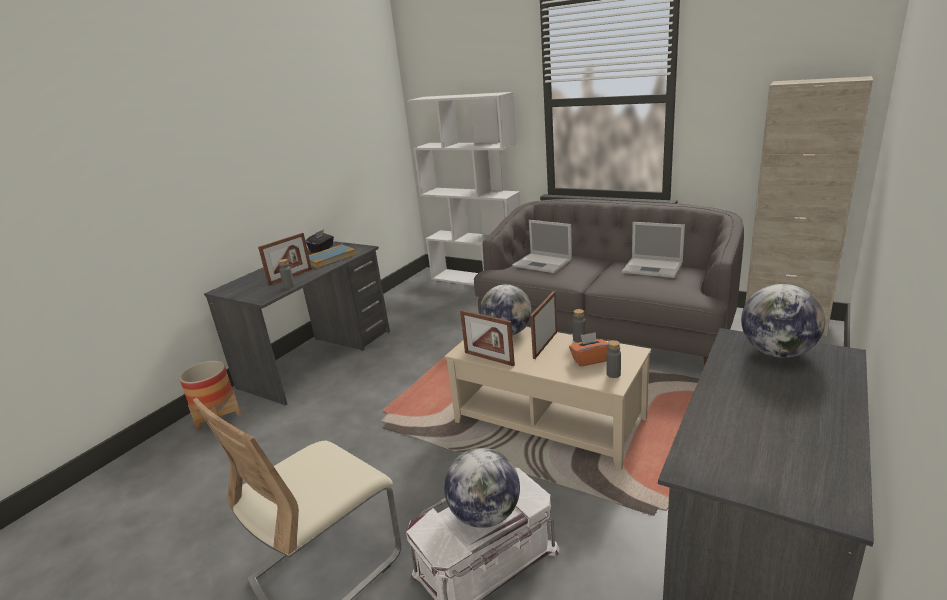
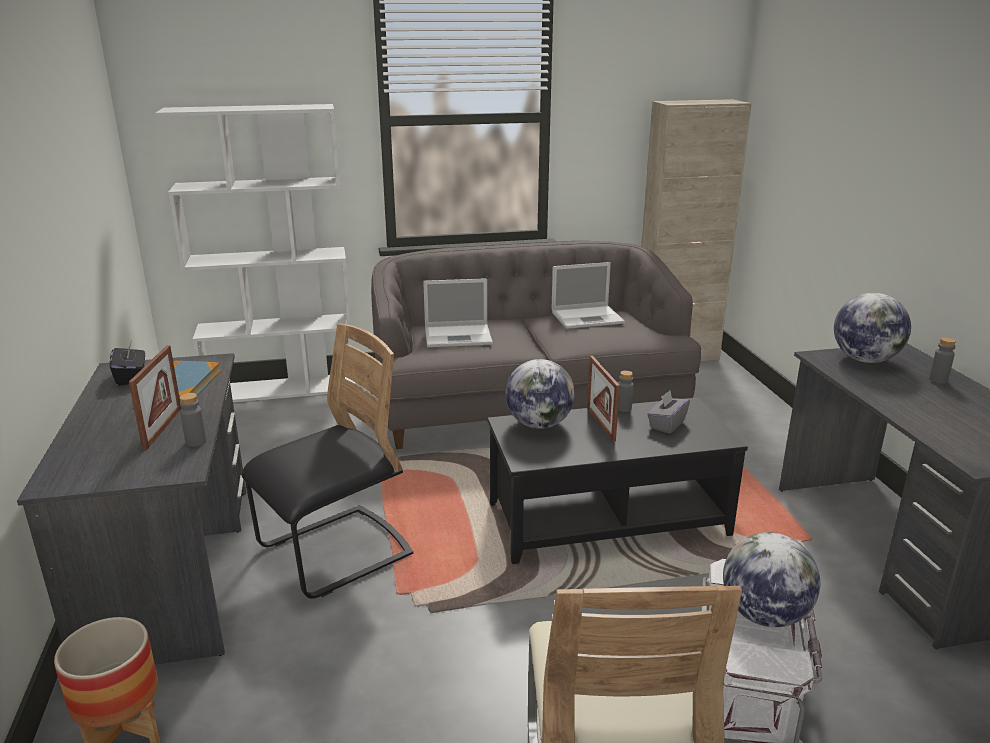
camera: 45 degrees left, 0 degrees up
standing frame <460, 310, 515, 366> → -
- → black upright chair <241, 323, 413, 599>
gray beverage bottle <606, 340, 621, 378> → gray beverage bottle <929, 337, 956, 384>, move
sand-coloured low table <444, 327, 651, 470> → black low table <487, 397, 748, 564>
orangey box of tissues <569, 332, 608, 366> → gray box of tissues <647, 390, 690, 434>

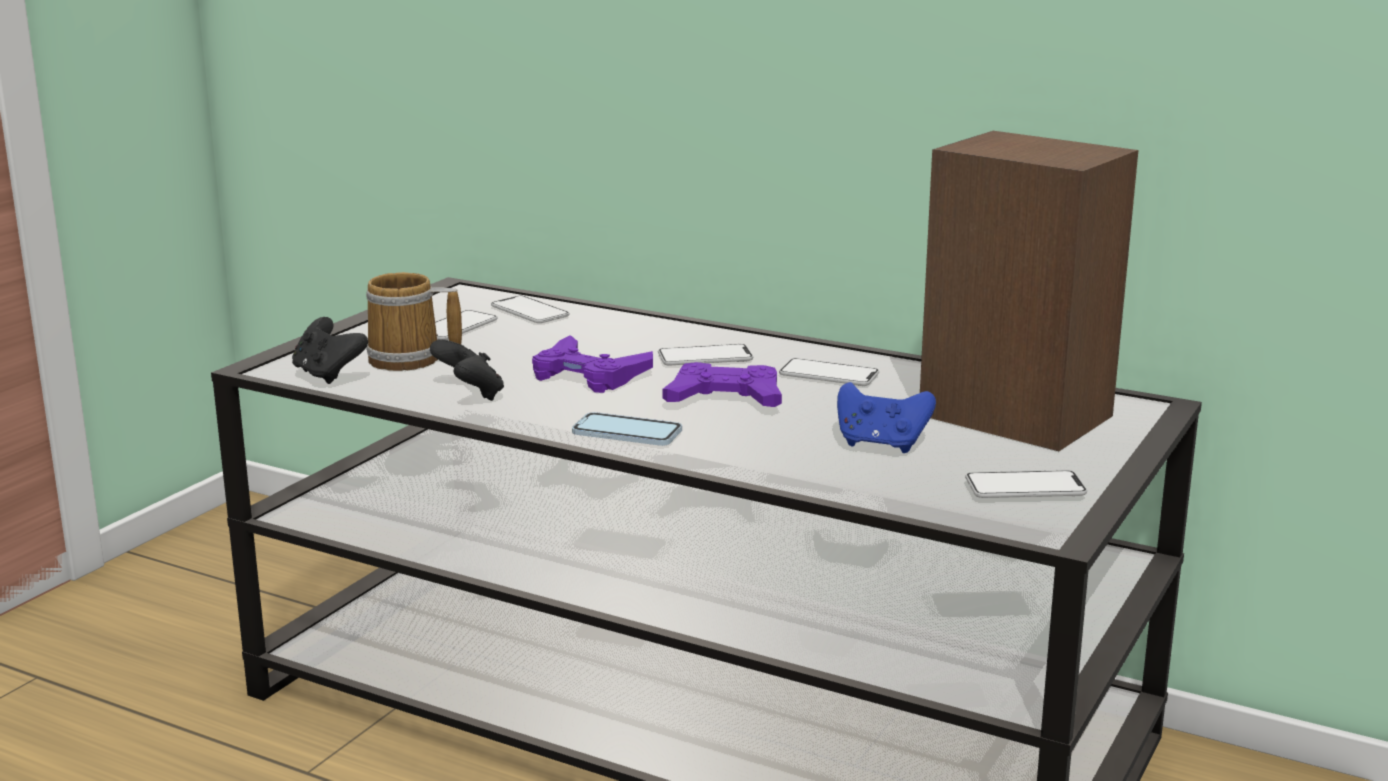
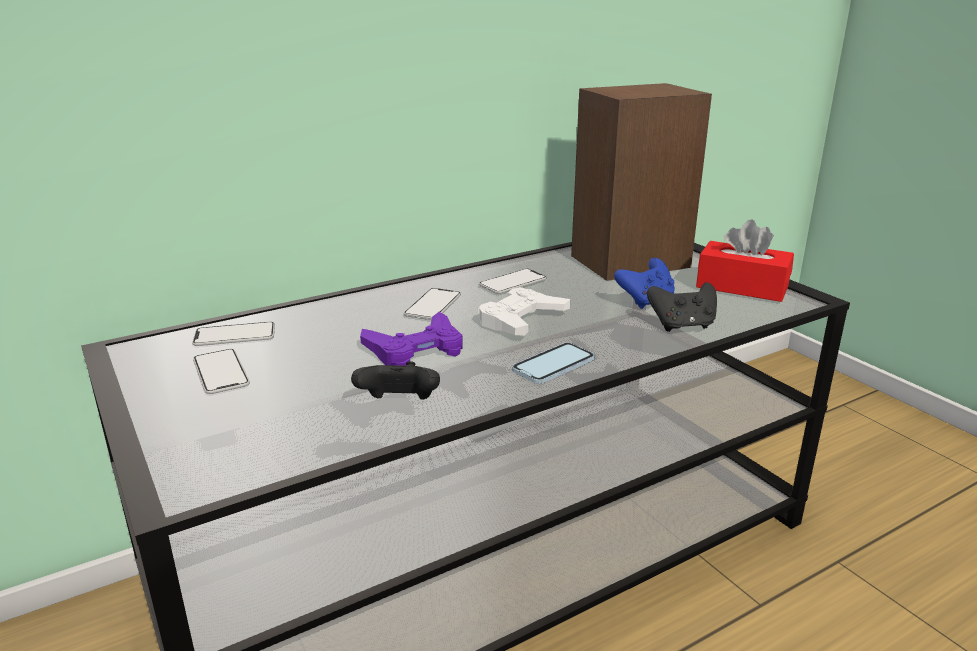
camera: 60 degrees left, 5 degrees up
coffee mug <366, 272, 462, 371> → -
black game controller <292, 317, 368, 384> → black game controller <647, 282, 717, 332>, move
handset <965, 470, 1087, 498> → reddish box of tissues <696, 220, 794, 302>
purplish game controller <662, 362, 782, 407> → white-coloured game controller <478, 287, 571, 336>

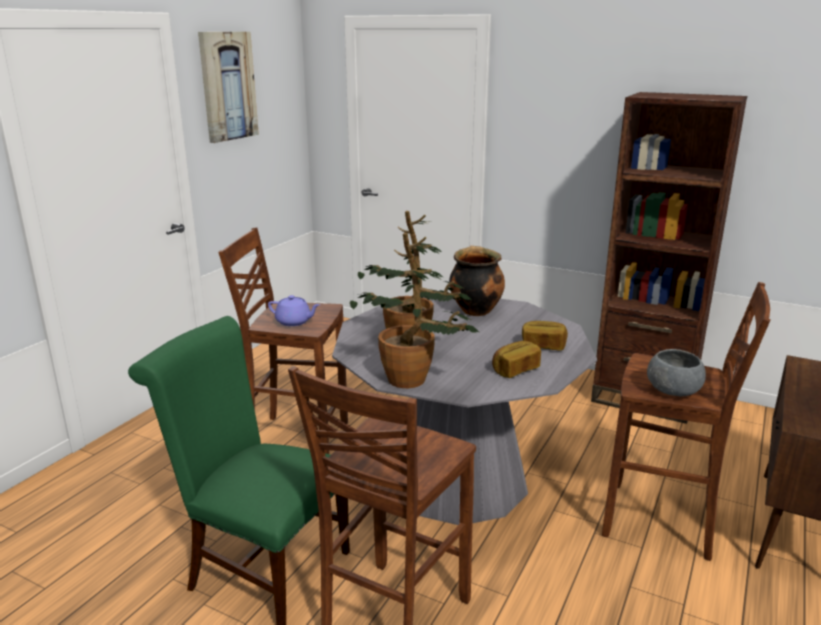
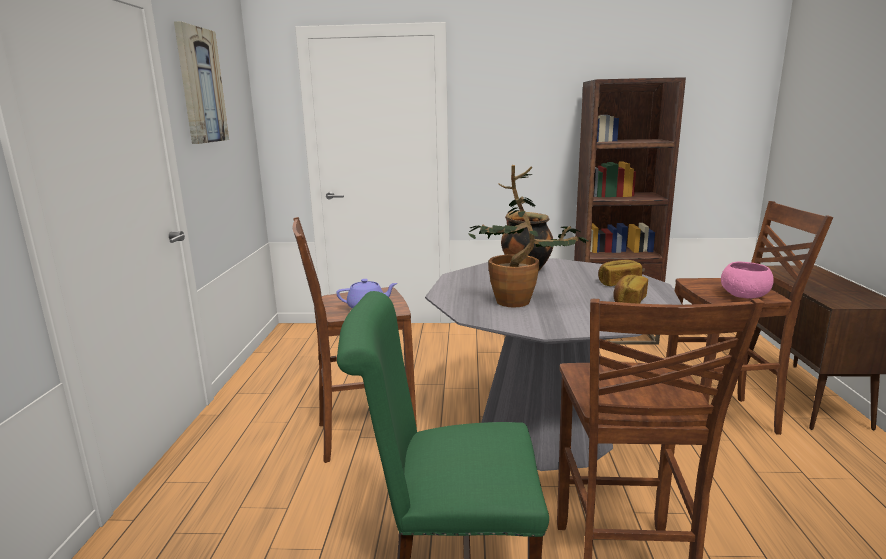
camera: 25 degrees left, 5 degrees down
houseplant <350, 233, 480, 388> → -
gray bowl <647, 349, 706, 396> → pink bowl <721, 262, 774, 298>

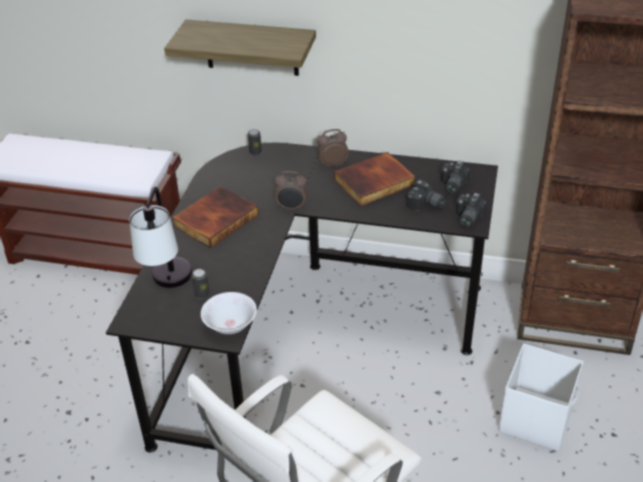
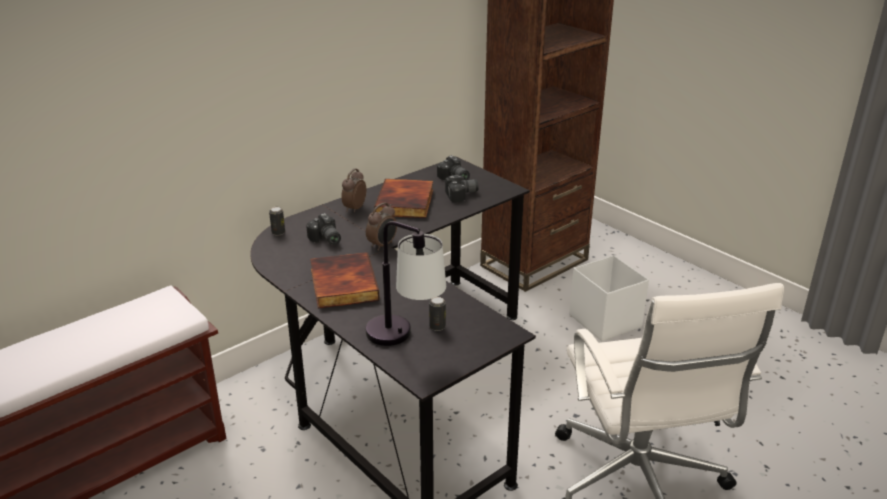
camera: 55 degrees left, 10 degrees down
shelf <164, 19, 316, 76> → -
white-coloured bowl <201, 292, 257, 334> → -
photo camera <456, 193, 487, 227> → photo camera <306, 213, 341, 245>, move

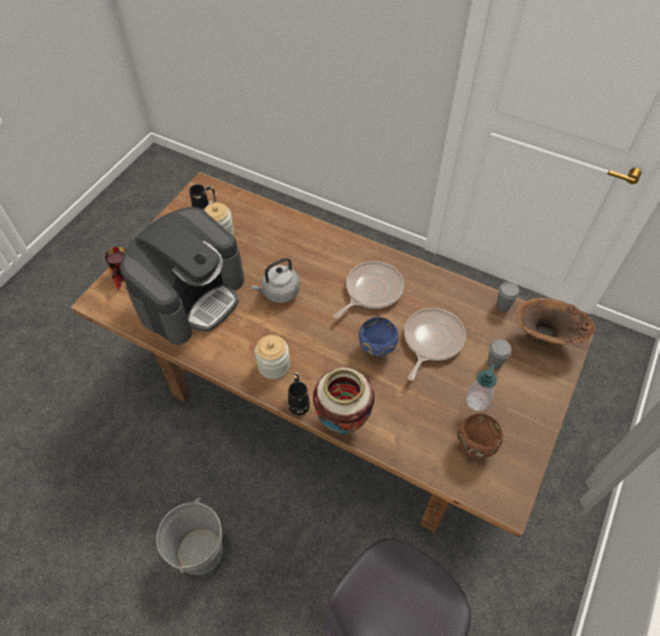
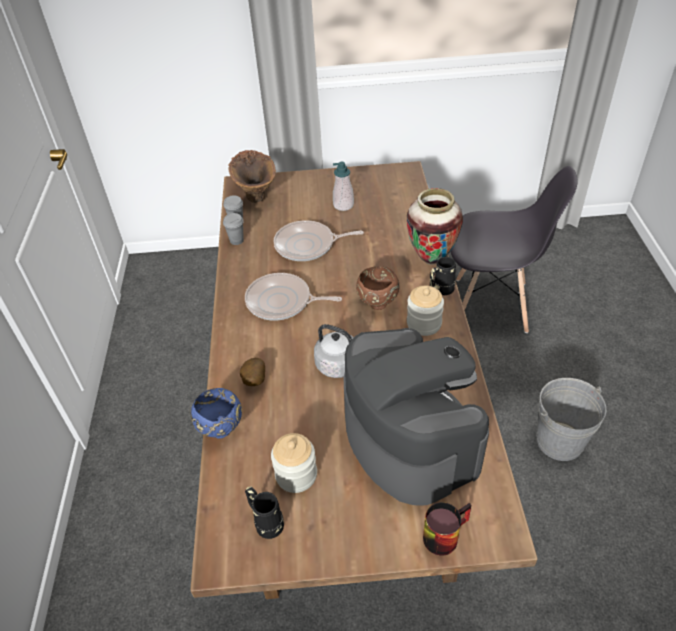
camera: 120 degrees left, 10 degrees down
- → spud <240, 358, 265, 386>
blue-coloured bowl <359, 317, 399, 357> → blue-coloured bowl <191, 388, 242, 439>, move
brownish bowl <457, 414, 503, 459> → brownish bowl <356, 266, 400, 310>, move
gray drinking cup <487, 339, 512, 369> → gray drinking cup <223, 213, 244, 245>, move
coffee brewer <120, 207, 245, 345> → coffee brewer <343, 328, 489, 506>, 60 degrees clockwise

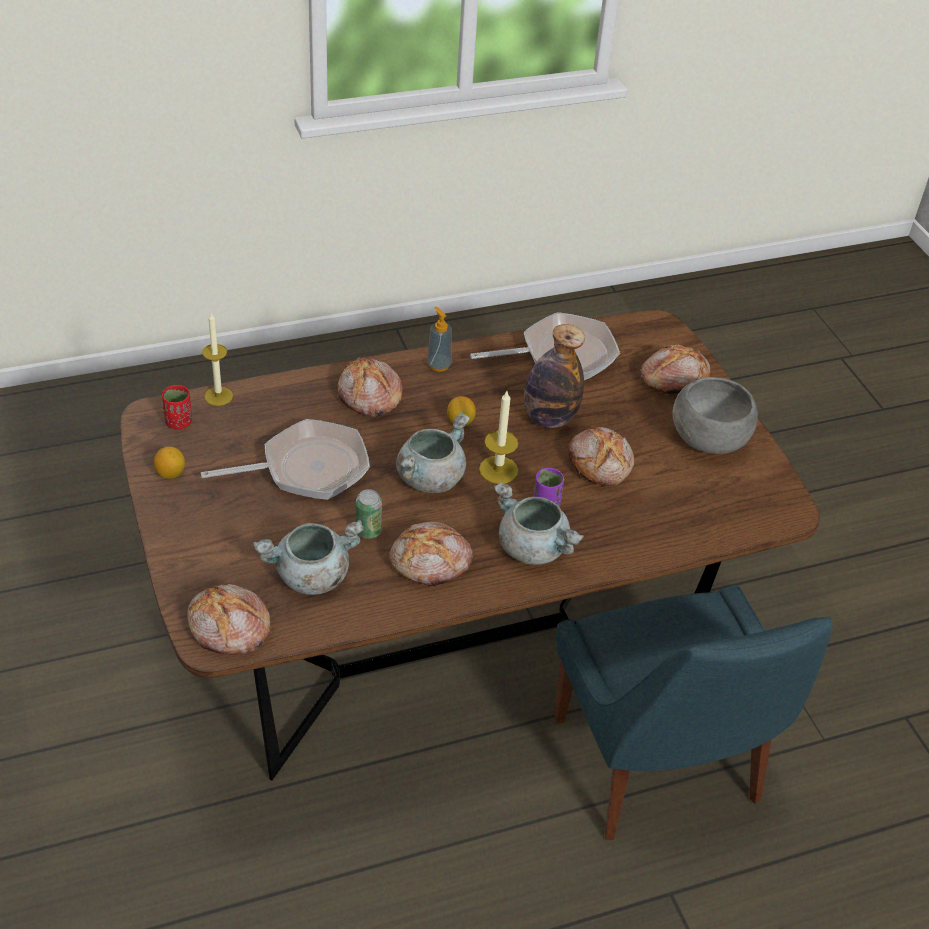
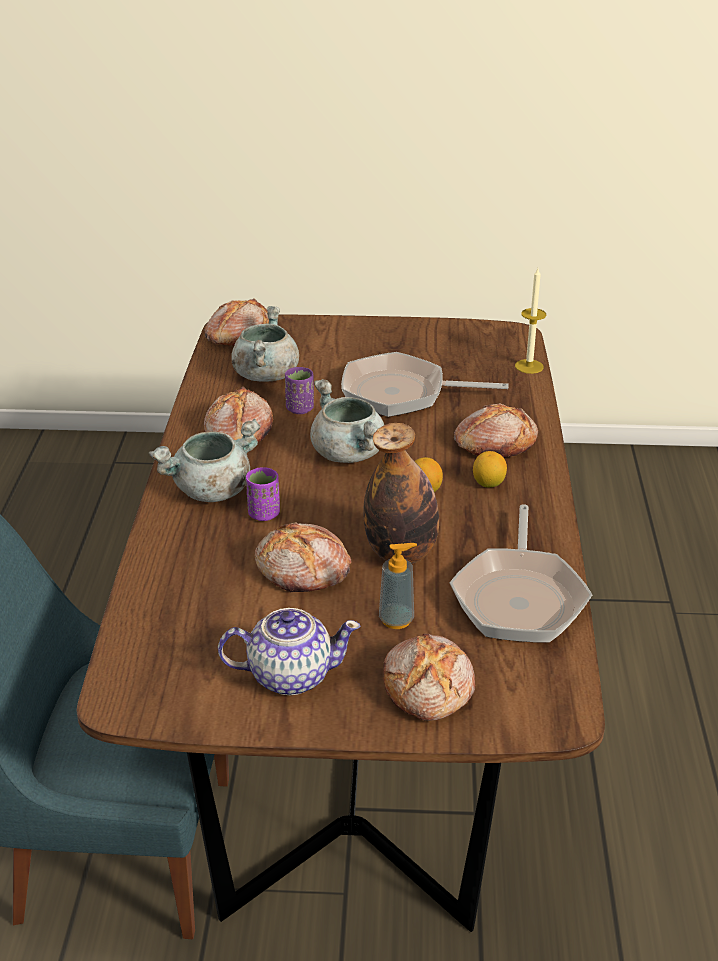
camera: 115 degrees right, 10 degrees down
reddish drinking cup <162, 385, 192, 429> → -
wax candle <479, 391, 519, 484> → -
lemon <154, 447, 185, 479> → lemon <473, 451, 507, 487>, move
soap bottle <427, 307, 452, 372> → soap bottle <379, 543, 417, 629>, move
sealed can <356, 489, 382, 539> → purplish drinking cup <285, 367, 314, 414>
gray bowl <672, 377, 758, 454> → tea pot <218, 608, 360, 695>
frying pan <201, 419, 370, 500> → frying pan <341, 352, 509, 417>, 90 degrees clockwise

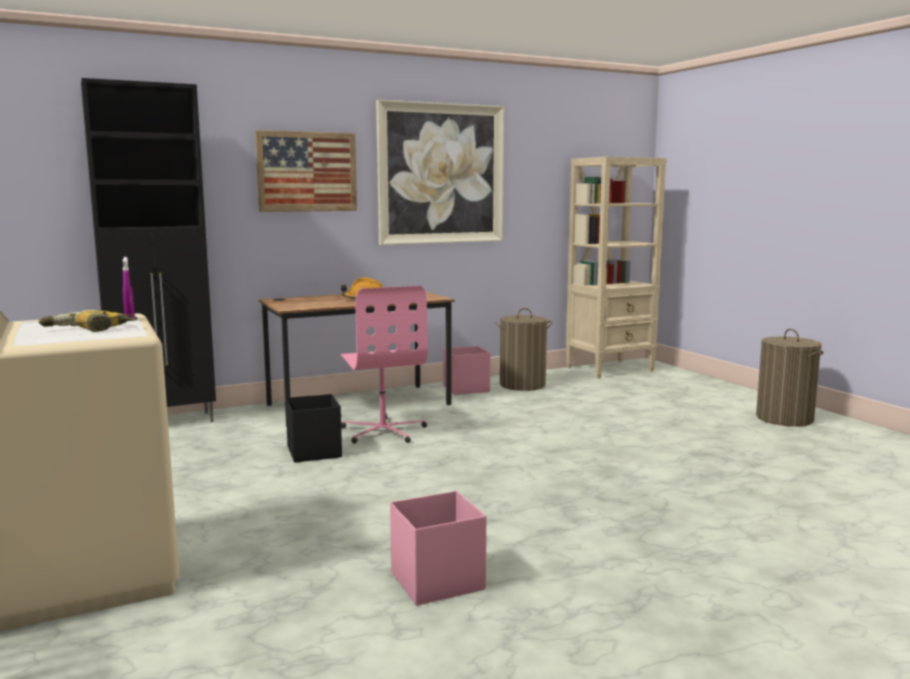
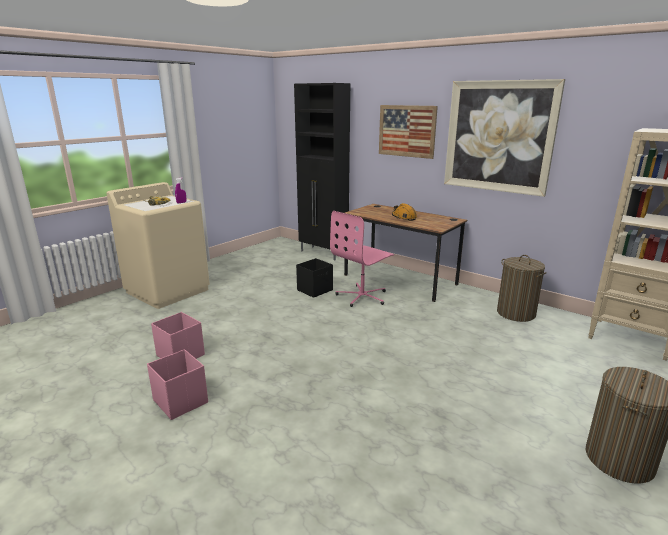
camera: 65 degrees right, 10 degrees up
pink storage container <443, 346, 490, 395> → pink storage container <147, 349, 208, 420>, move

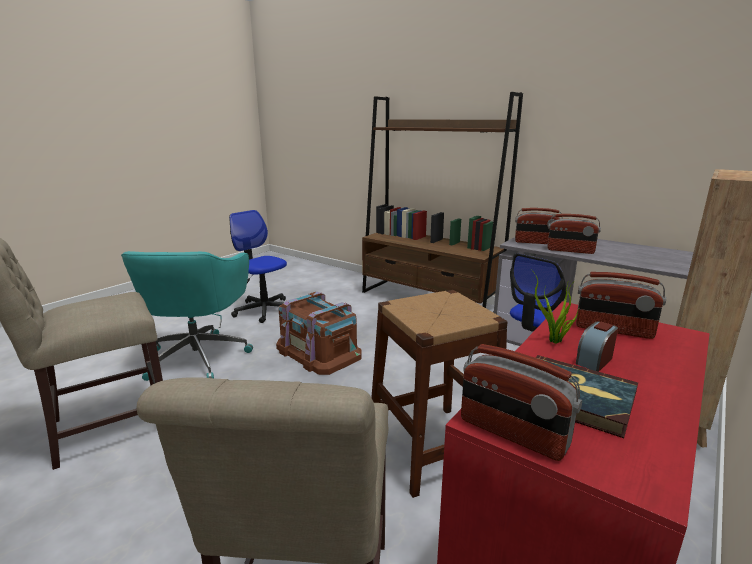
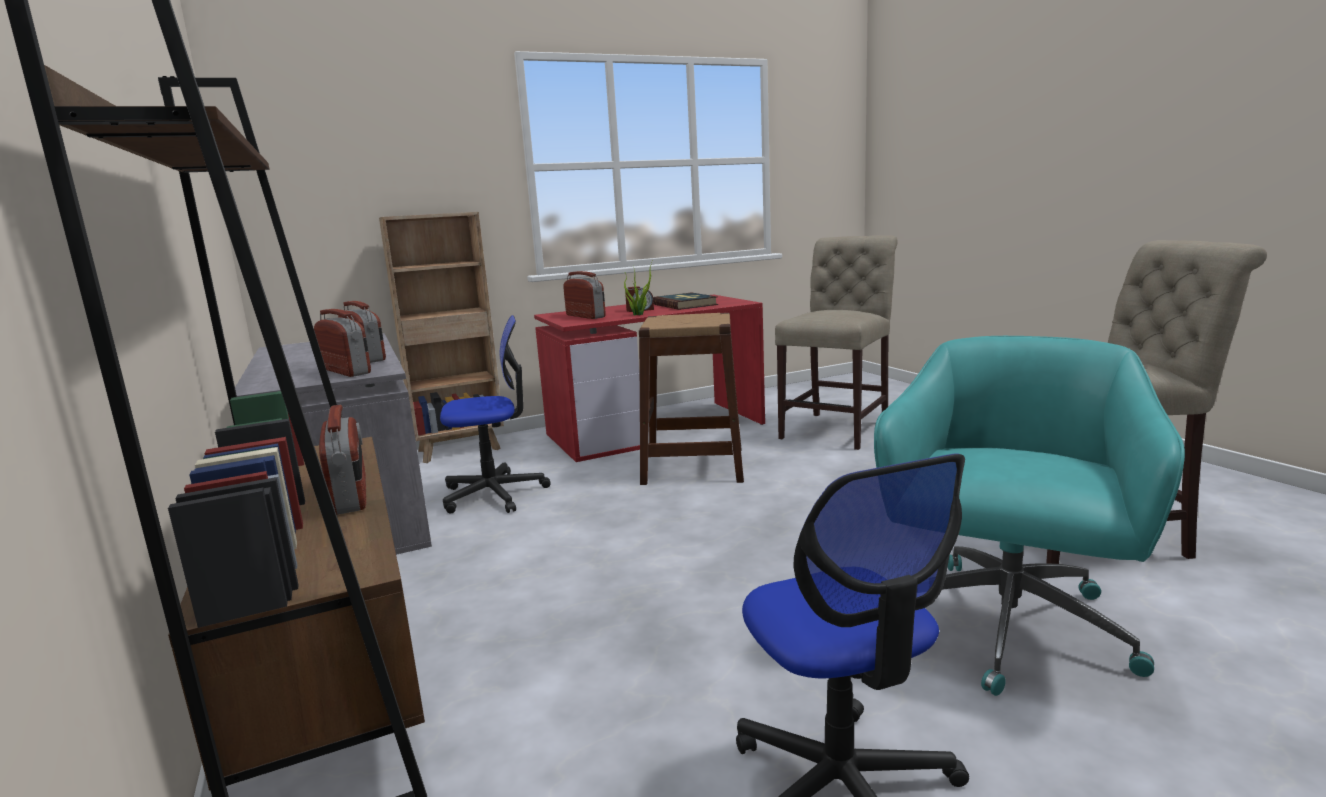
camera: 150 degrees left, 5 degrees down
brownish storage container <276, 291, 362, 375> → -
radio set <461, 344, 582, 461> → radio set <319, 405, 366, 515>, move

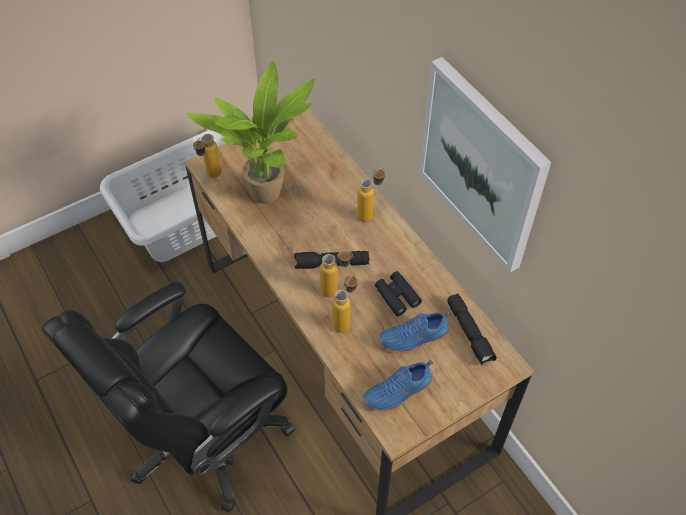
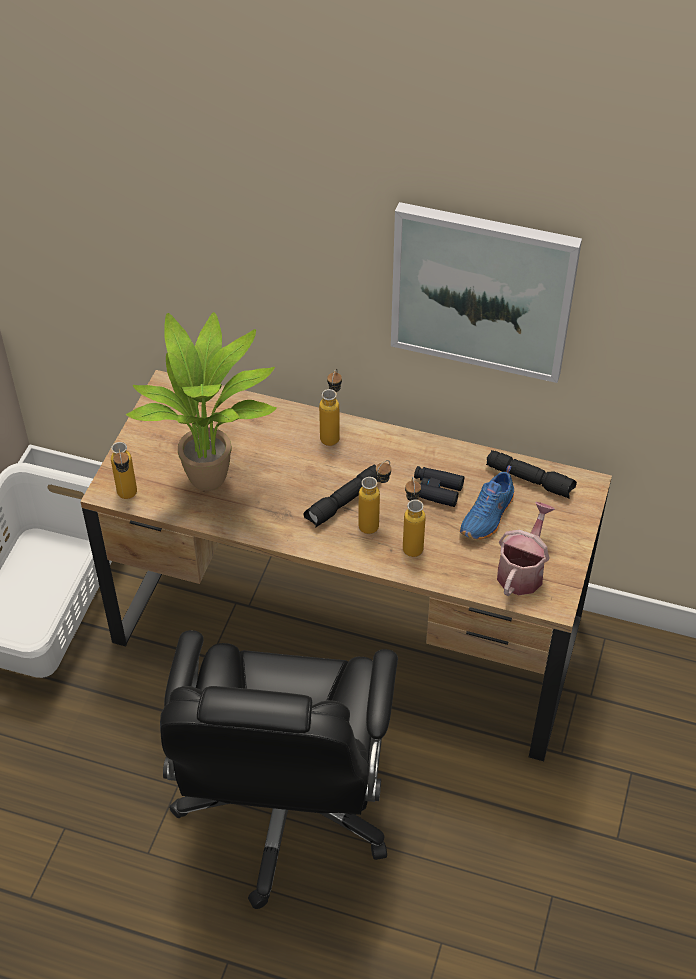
camera: 40 degrees left, 5 degrees down
blue-coloured shoe <363, 360, 433, 412> → sprinkling can <497, 502, 555, 596>

